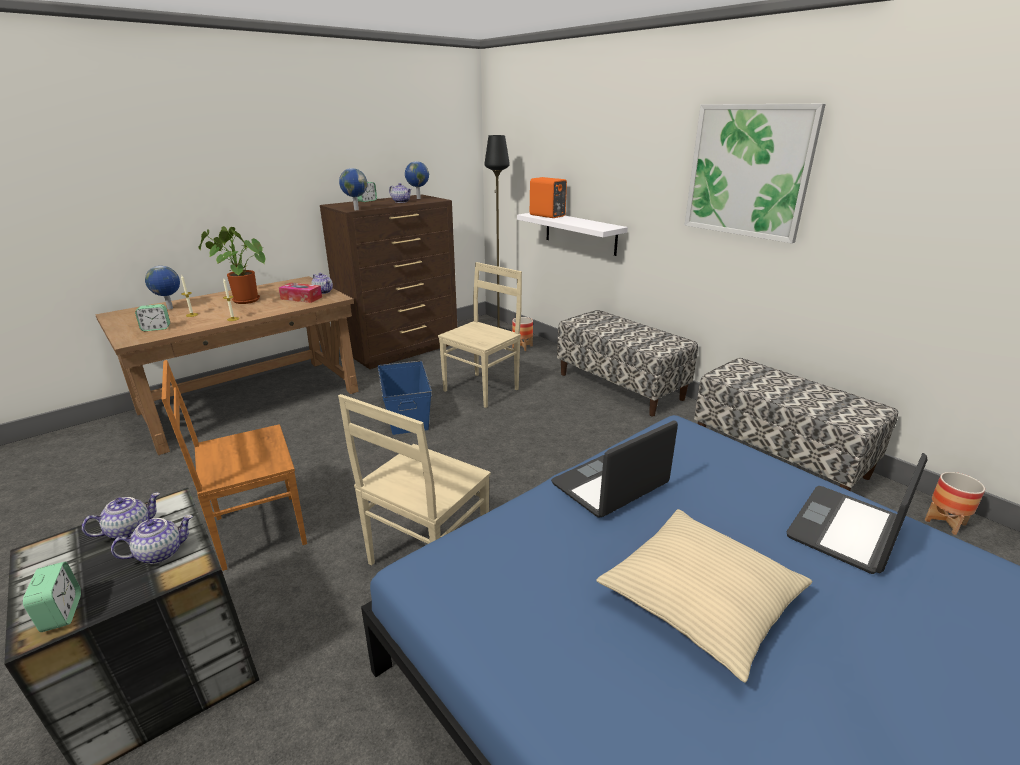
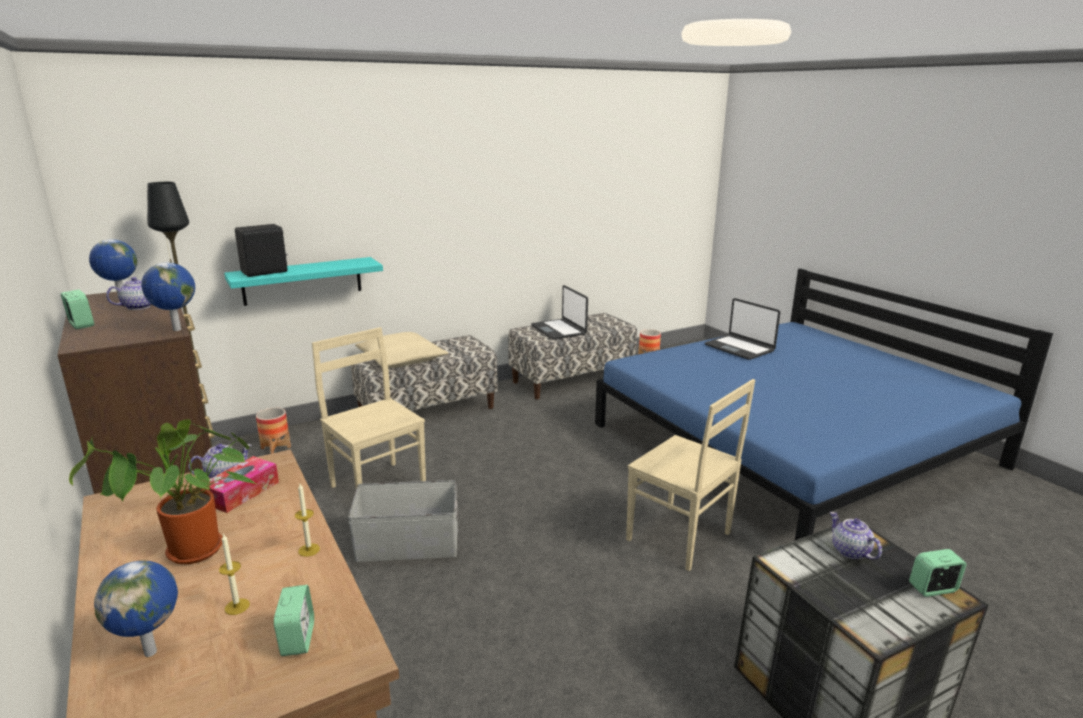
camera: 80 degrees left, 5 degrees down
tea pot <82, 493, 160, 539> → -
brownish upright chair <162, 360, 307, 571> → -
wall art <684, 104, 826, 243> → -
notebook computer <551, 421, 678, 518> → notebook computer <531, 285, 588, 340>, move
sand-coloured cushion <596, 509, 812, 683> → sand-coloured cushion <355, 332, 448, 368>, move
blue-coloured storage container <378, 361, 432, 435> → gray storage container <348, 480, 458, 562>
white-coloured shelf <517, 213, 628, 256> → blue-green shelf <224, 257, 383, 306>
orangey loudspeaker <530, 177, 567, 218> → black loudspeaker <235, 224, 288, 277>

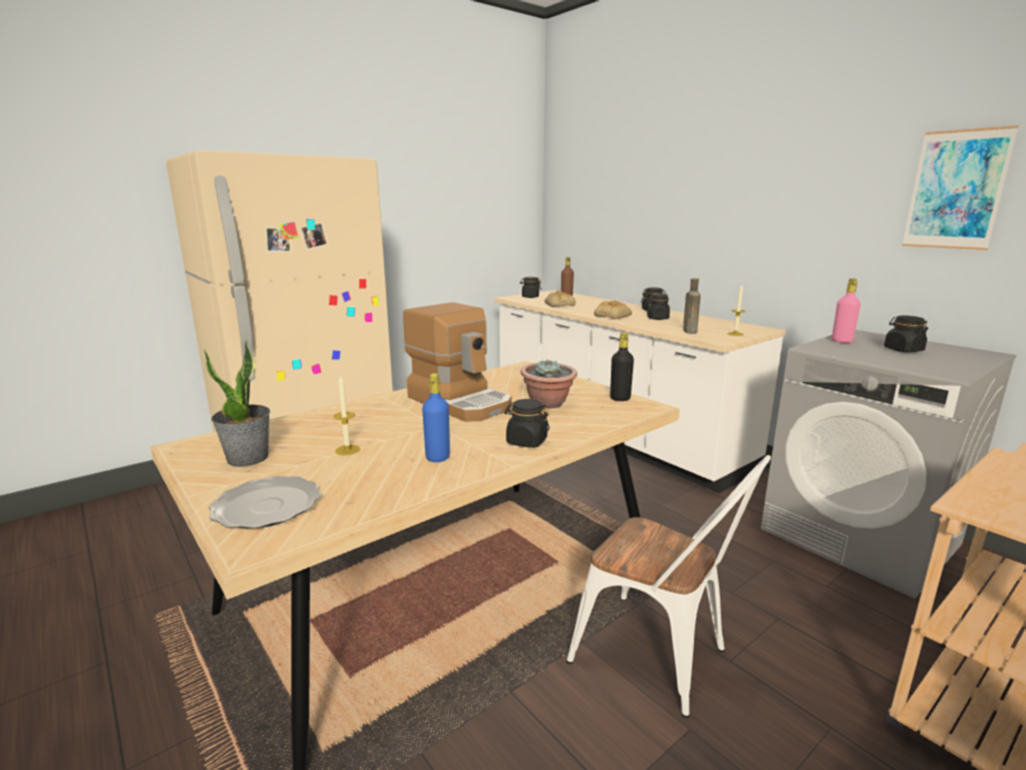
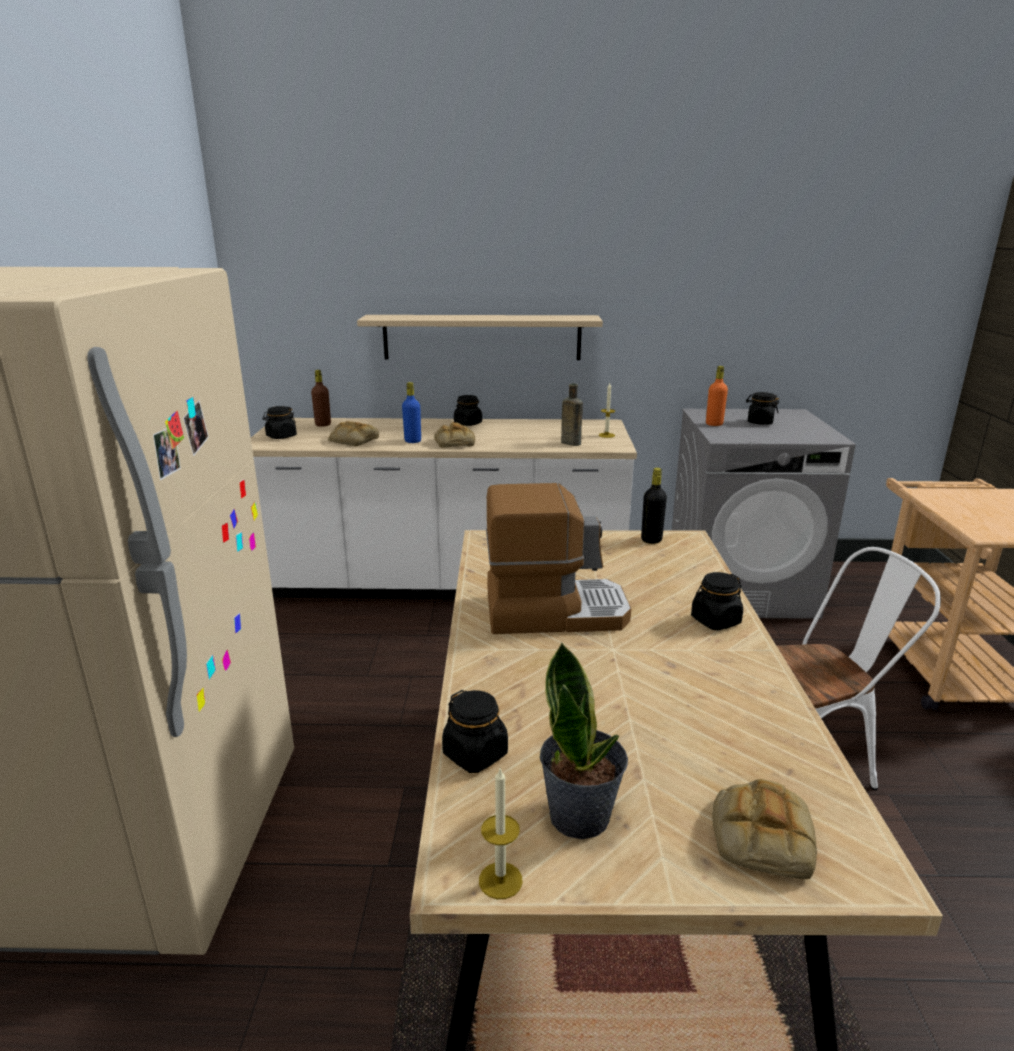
camera: 50 degrees left, 5 degrees up
houseplant <521, 359, 577, 409> → -
wall art <902, 125, 1019, 250> → -
- → sand-coloured shelf <357, 315, 603, 360>
wax candle <333, 375, 360, 455> → wax candle <479, 769, 523, 899>, move
blue-coloured beverage bottle <422, 373, 450, 462> → blue-coloured beverage bottle <402, 382, 421, 443>, move
black storage jar <647, 294, 670, 320> → black storage jar <442, 690, 508, 773>, move
flat dish <209, 476, 321, 529> → bakery bread <712, 779, 817, 879>
pink beverage bottle <832, 279, 861, 343> → orangey beverage bottle <706, 366, 728, 426>

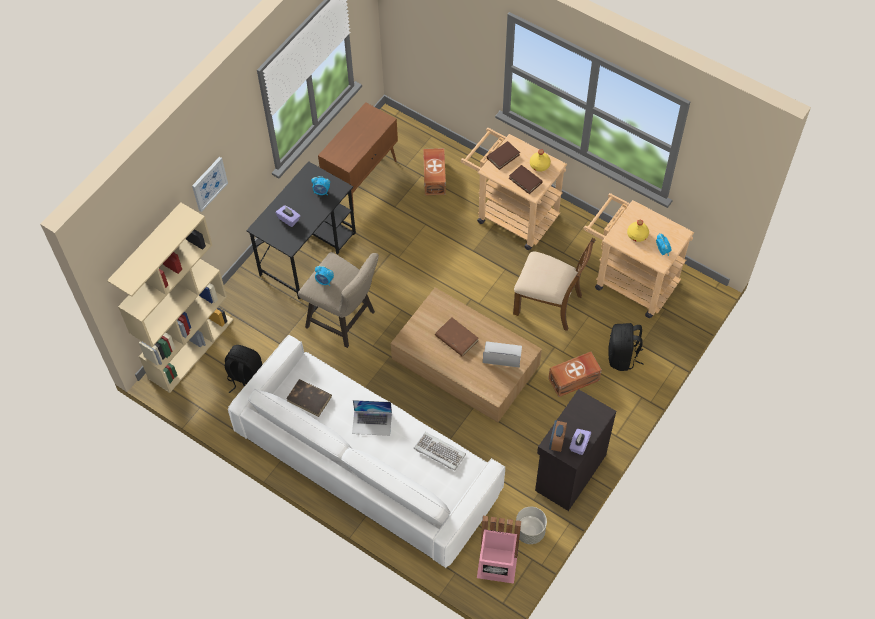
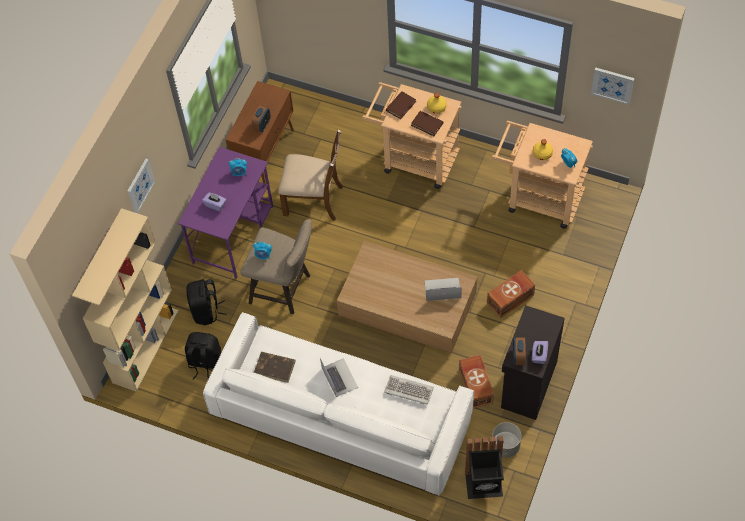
camera: 10 degrees left, 0 degrees up
brownish book <435, 317, 478, 356> → -
- → table clock <251, 106, 271, 132>
- → wall art <591, 68, 635, 105>
brownish storage container <423, 148, 446, 195> → brownish storage container <459, 355, 494, 408>, move
brownish upright chair <513, 238, 596, 331> → brownish upright chair <278, 130, 343, 220>, move
black backpack <608, 323, 644, 371> → black backpack <186, 279, 226, 325>, move
black desk table <246, 161, 356, 300> → purplish desk table <178, 147, 273, 279>
pink waste bin <477, 516, 521, 584> → black waste bin <465, 436, 504, 499>
notebook computer <352, 400, 392, 436> → notebook computer <320, 358, 358, 397>, 105 degrees counterclockwise

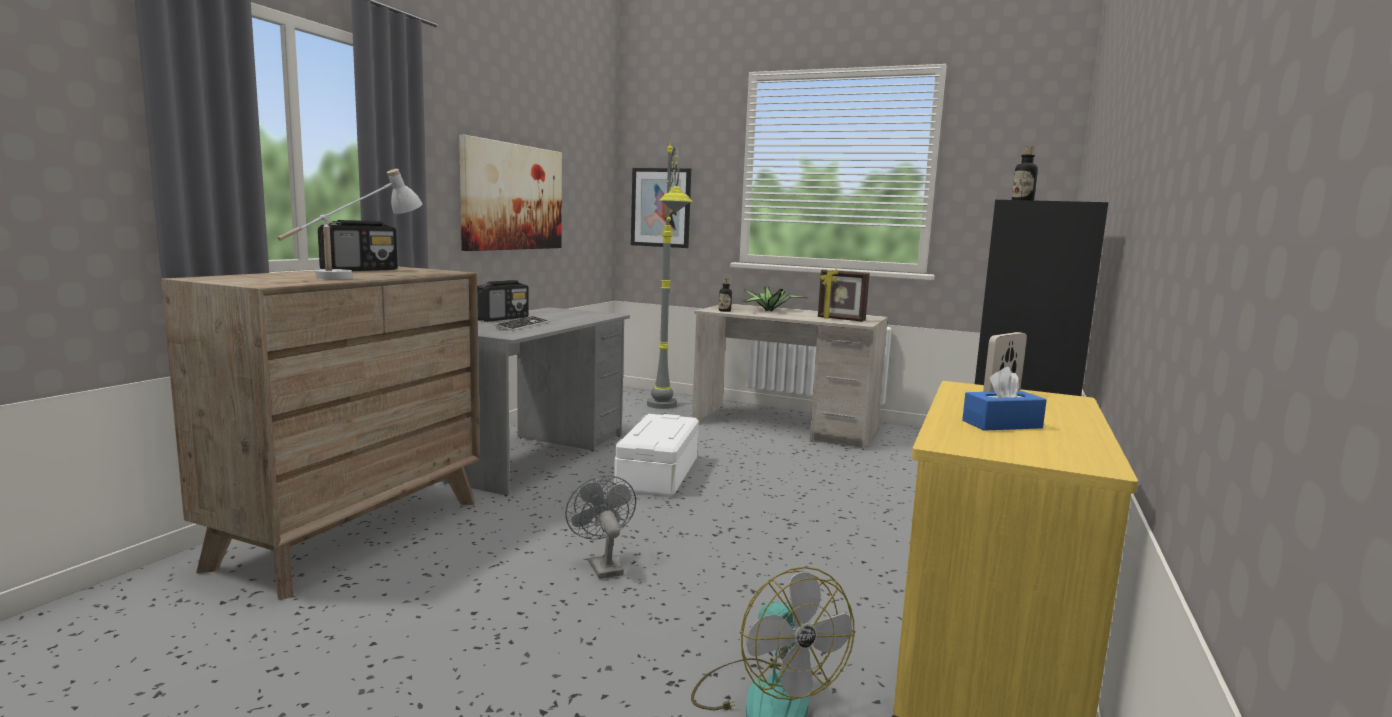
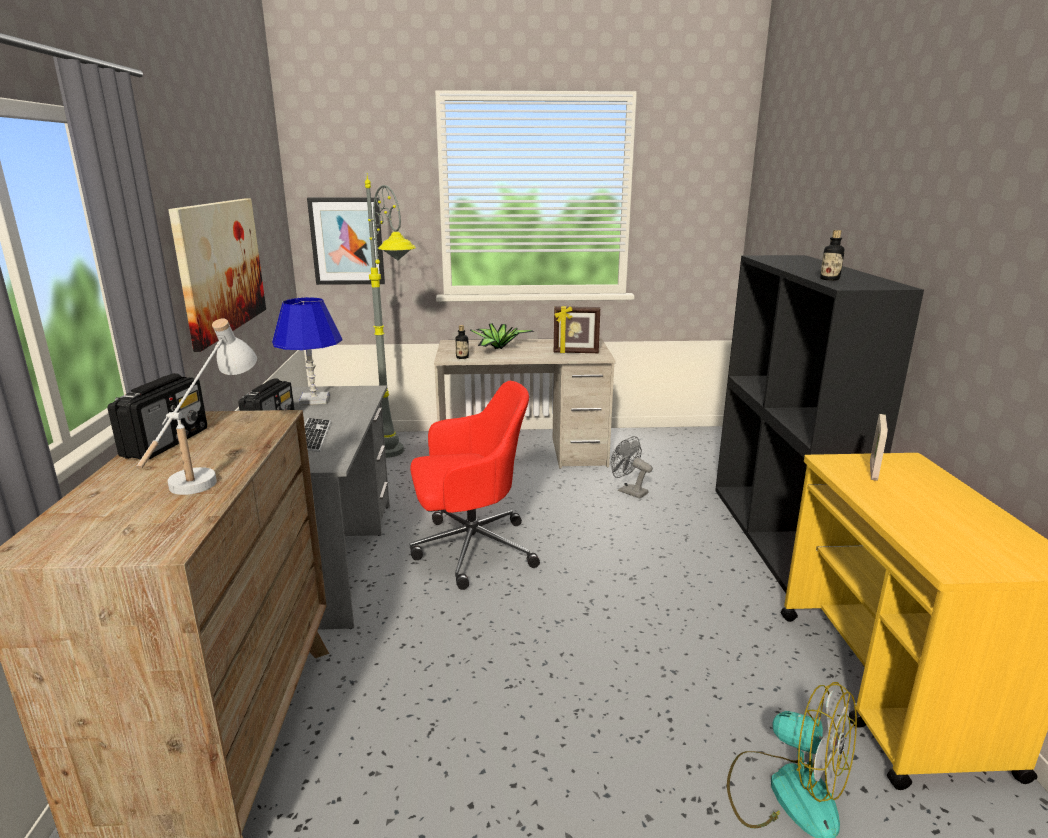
camera: 25 degrees left, 10 degrees up
blue-coloured box of tissues <962, 367, 1047, 431> → -
- → blue-coloured tabletop lamp <272, 297, 342, 405>
gray cooling fan <565, 475, 636, 579> → gray cooling fan <611, 436, 653, 499>, move
white-coloured storage container <614, 414, 699, 496> → reddish office chair <410, 381, 540, 590>

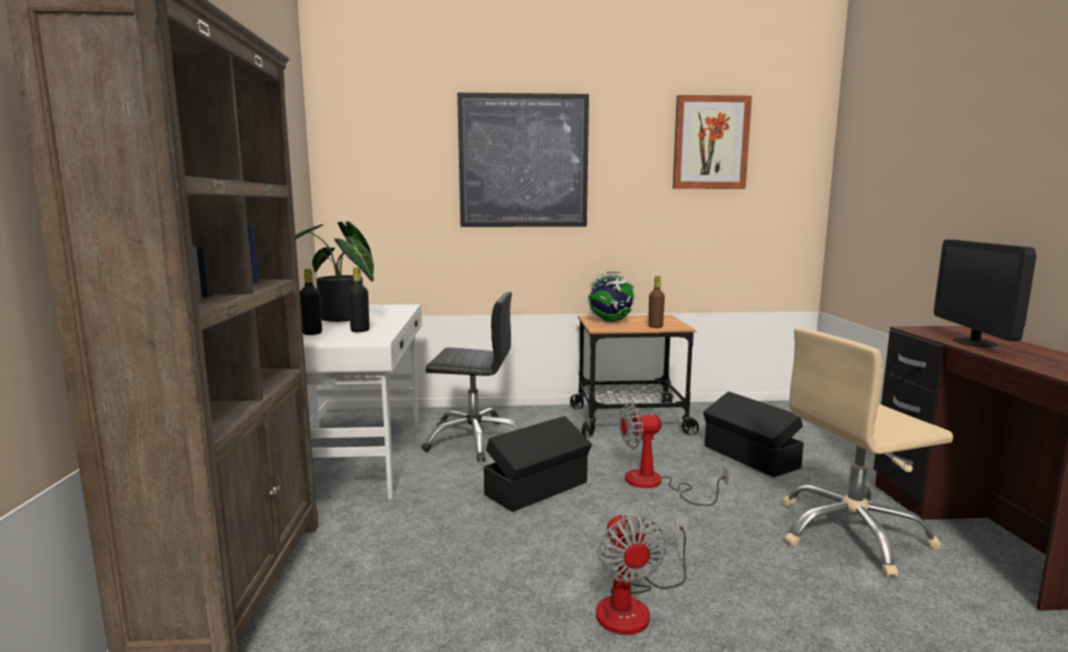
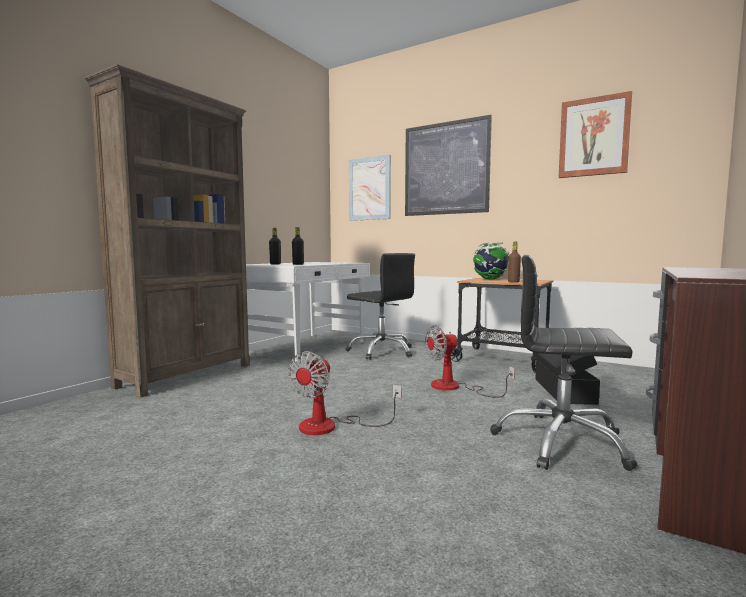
camera: 35 degrees right, 5 degrees down
houseplant <295, 221, 374, 322> → -
black storage container <484, 416, 592, 512> → -
computer display <934, 240, 1037, 347> → -
- → wall art <349, 155, 391, 221>
sand-coloured office chair <782, 327, 954, 577> → black office chair <490, 255, 637, 471>
cooling fan <619, 403, 729, 506> → cooling fan <425, 325, 515, 398>, 45 degrees counterclockwise

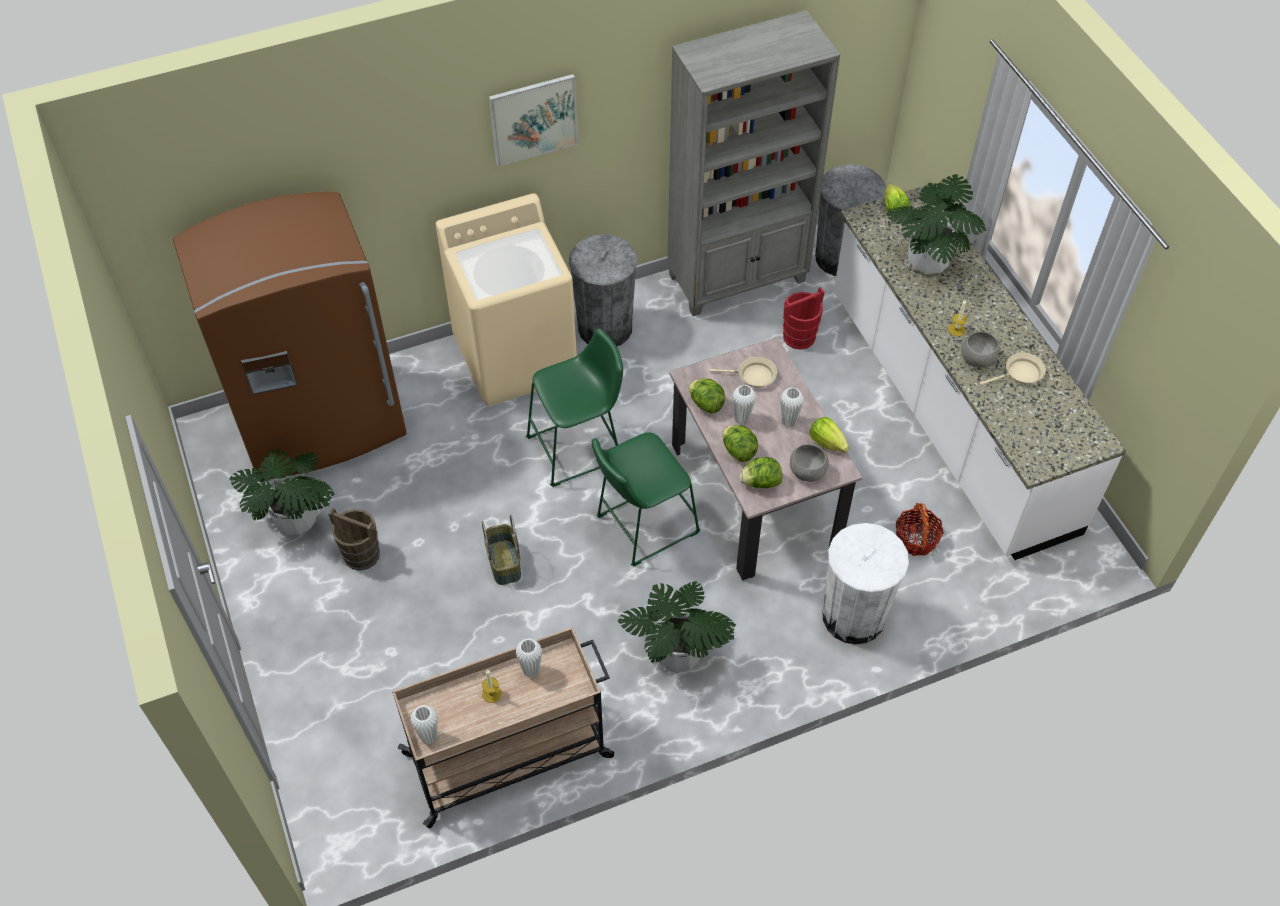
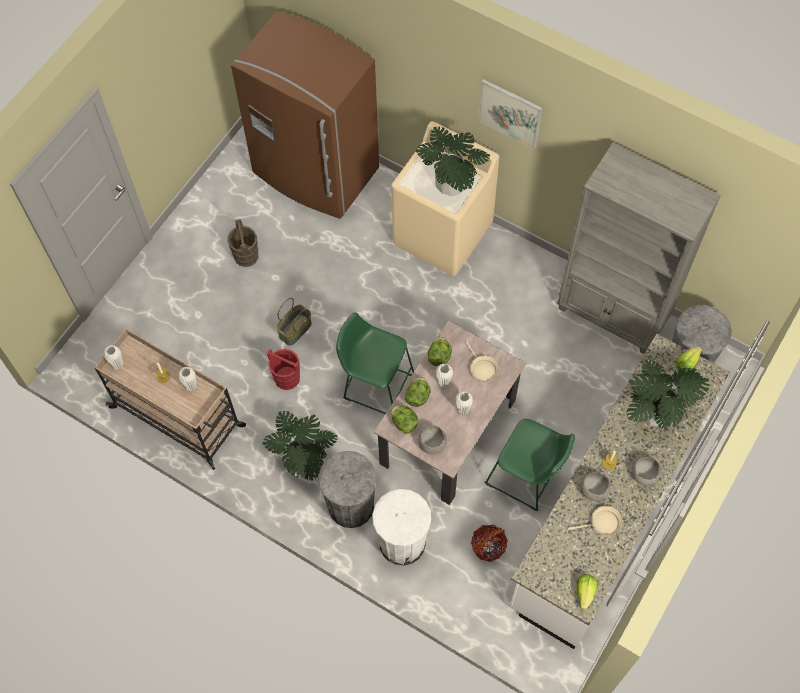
camera: 55 degrees right, 10 degrees up
- → gray bowl <631, 456, 661, 485>
houseplant <229, 449, 335, 535> → houseplant <415, 126, 490, 196>, move
green-coloured sitting stool <526, 328, 623, 487> → green-coloured sitting stool <484, 419, 575, 511>, move
gray waste bin <569, 234, 638, 346> → gray waste bin <318, 451, 376, 528>, move
reddish bucket <783, 287, 825, 350> → reddish bucket <267, 349, 300, 390>, move
head of lettuce <810, 417, 849, 452> → head of lettuce <576, 574, 598, 610>, move
sand-coloured frying pan <980, 352, 1046, 385> → sand-coloured frying pan <567, 506, 623, 536>, 45 degrees counterclockwise

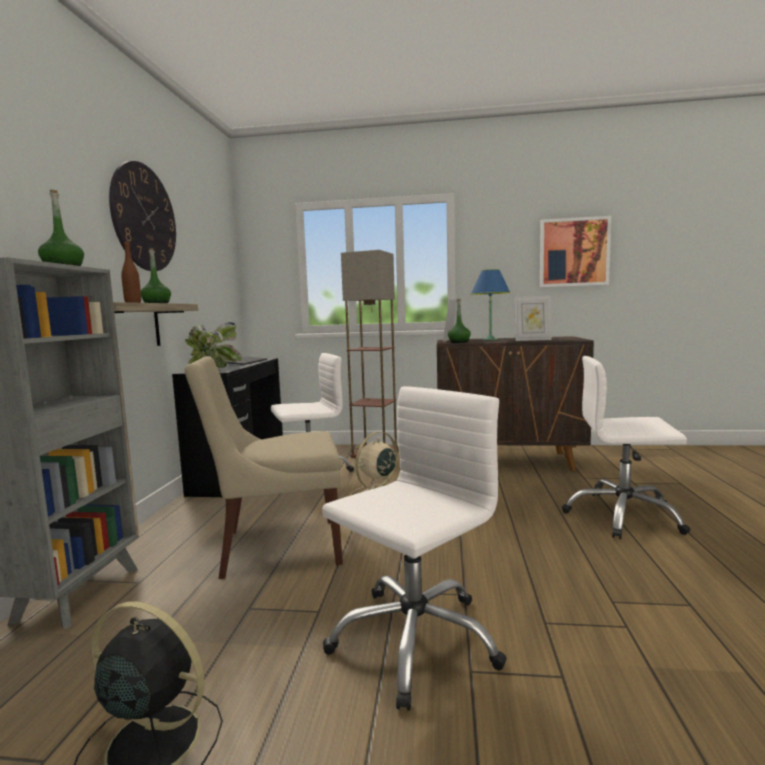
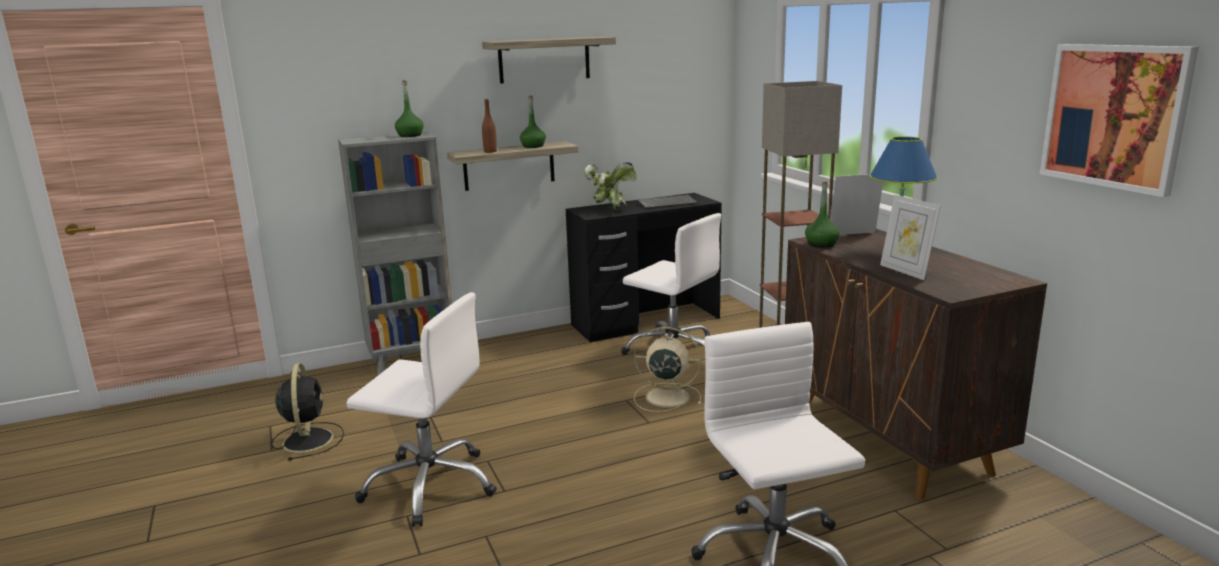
camera: 60 degrees right, 10 degrees up
sand-coloured upright chair <185, 356, 343, 579> → -
wall clock <109, 161, 176, 271> → shelf <482, 37, 616, 84>

